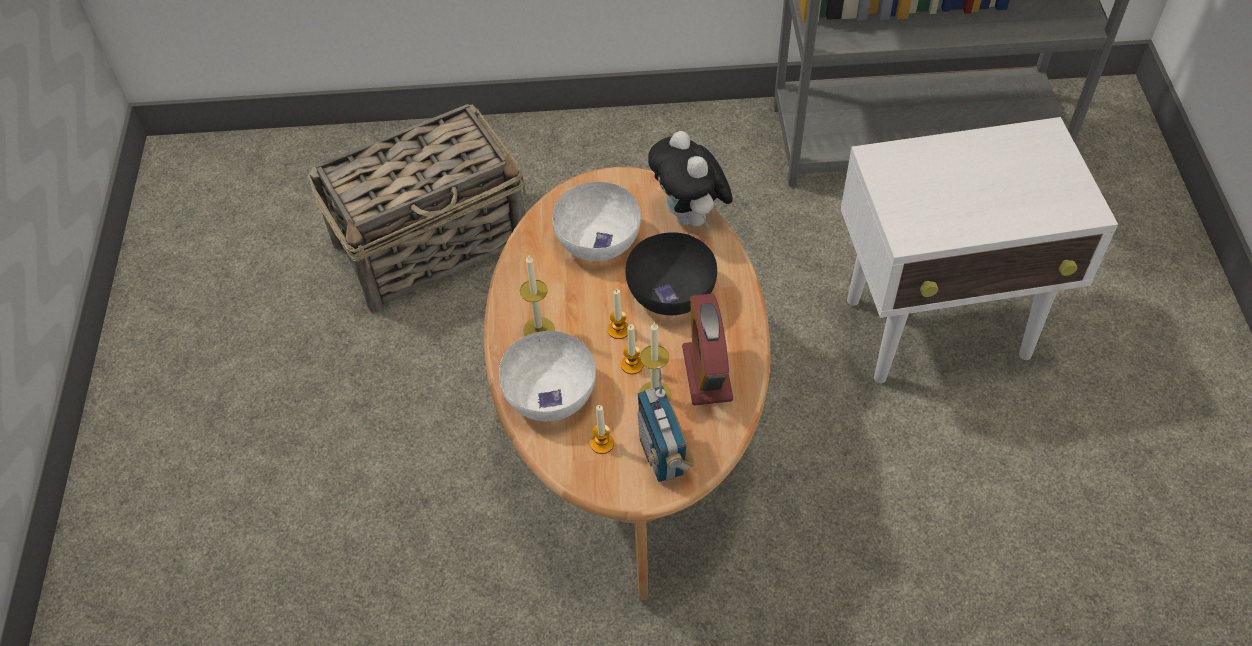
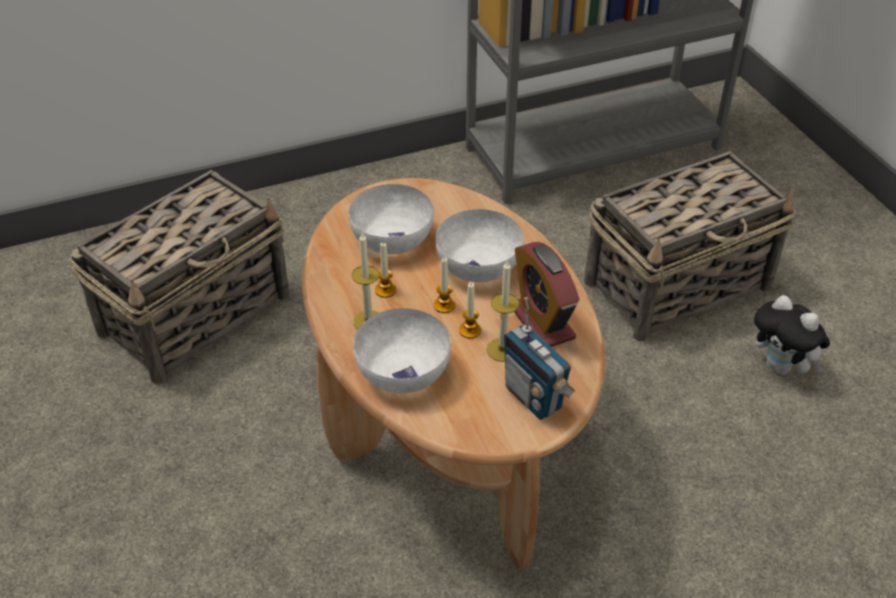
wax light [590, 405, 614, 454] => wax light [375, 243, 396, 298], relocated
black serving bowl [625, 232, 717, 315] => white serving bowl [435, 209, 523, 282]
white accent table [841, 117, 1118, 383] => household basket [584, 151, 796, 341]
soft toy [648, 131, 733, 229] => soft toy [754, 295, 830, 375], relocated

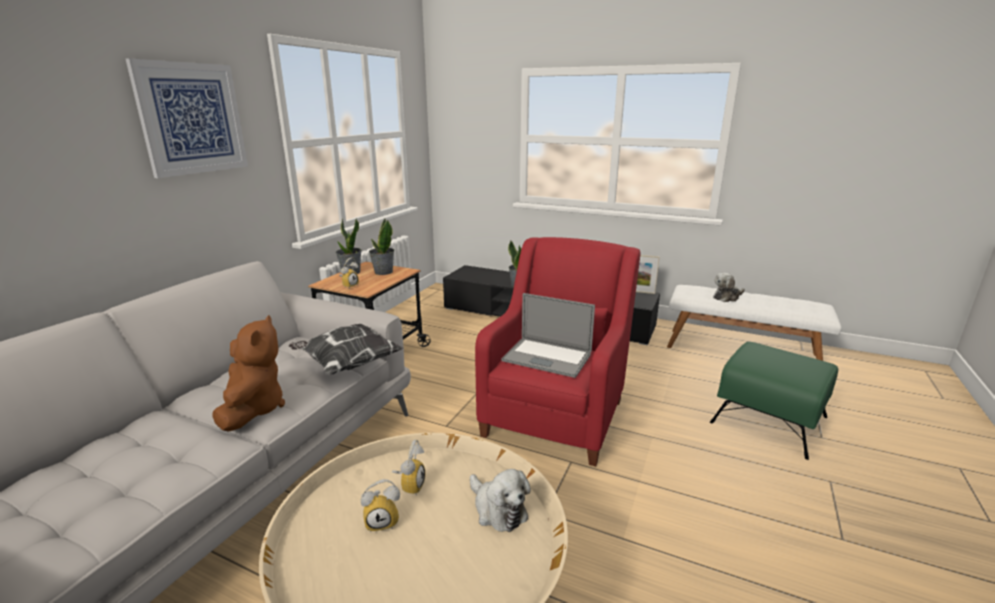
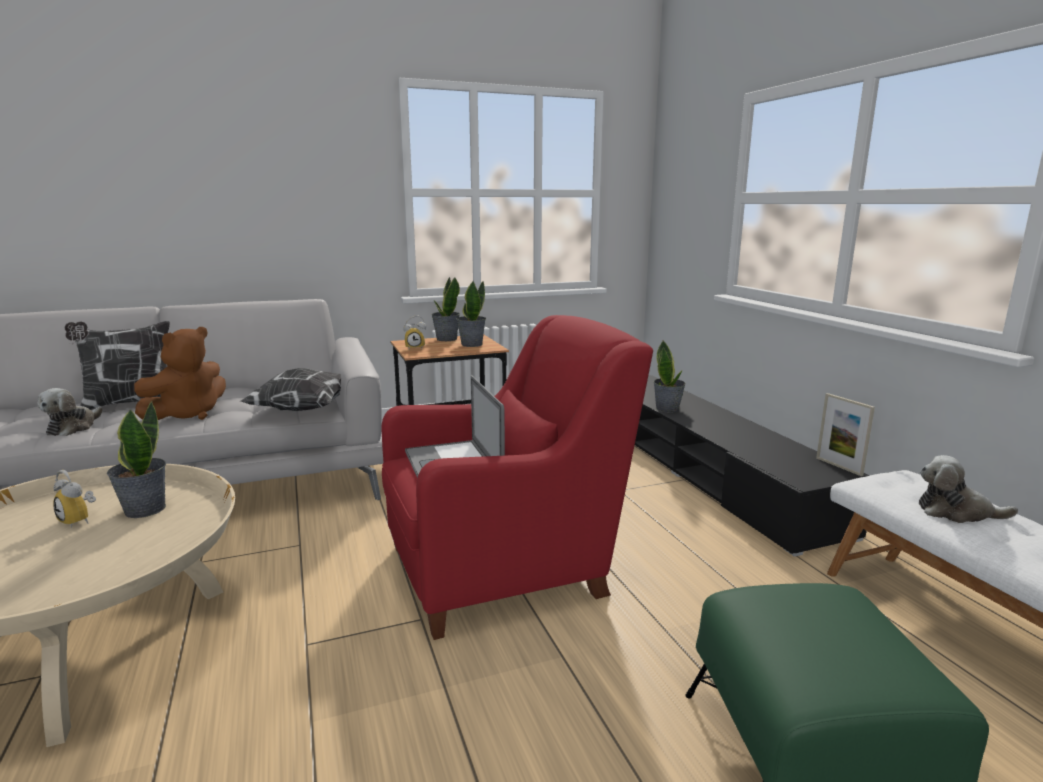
soft toy [470, 469, 531, 532] => soft toy [37, 388, 103, 436], relocated
nothing => pillow [65, 321, 170, 410]
table clock [392, 440, 425, 495] => plant in a pot [107, 401, 166, 518]
picture [126, 58, 248, 178] => nothing

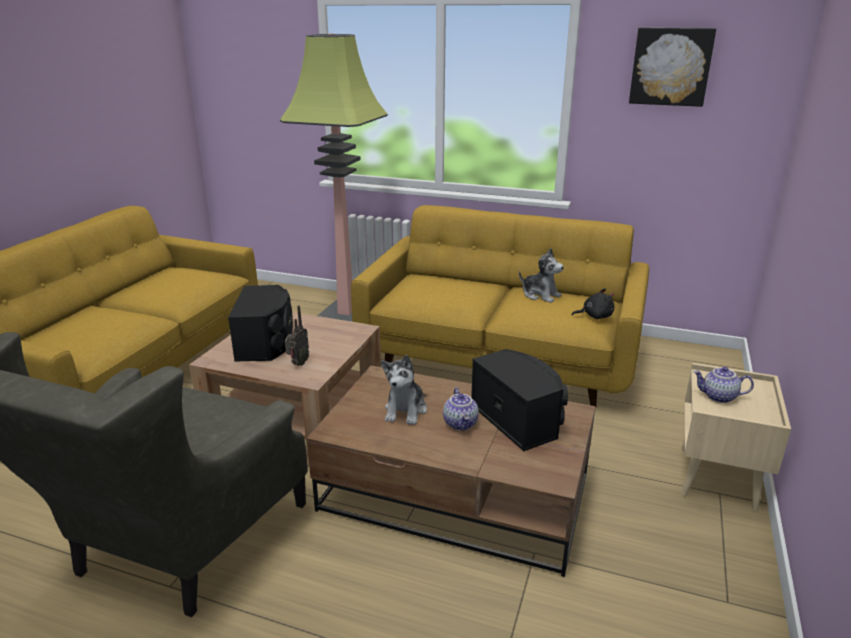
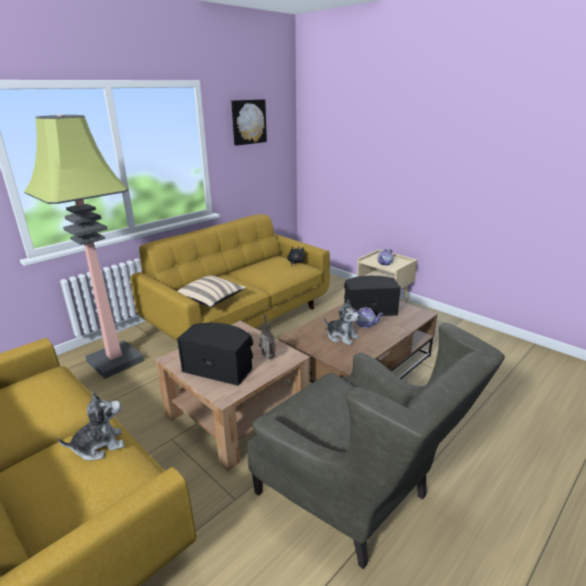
soft toy [519, 248, 564, 303] => soft toy [58, 392, 125, 461], relocated
nothing => beige pillow [178, 275, 246, 307]

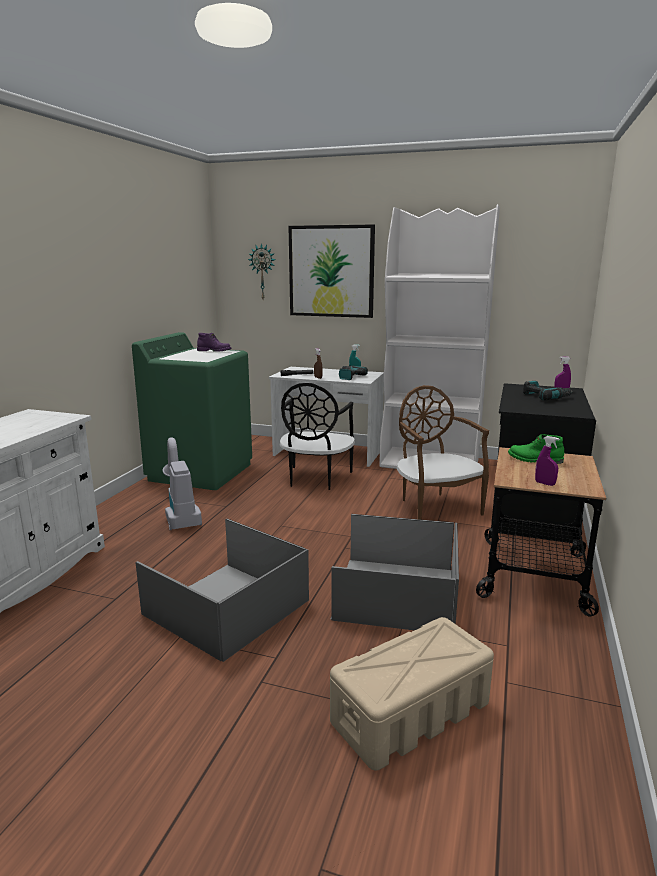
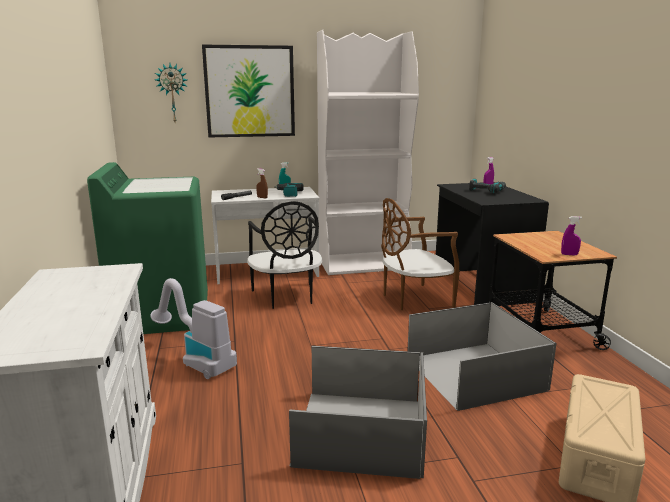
brown-coloured plain chair [397, 385, 489, 520] => brown-coloured plain chair [381, 198, 460, 310], 60 degrees counterclockwise
purple high-top boot [197, 333, 231, 352] => nothing
greenish high-top boot [508, 434, 564, 464] => nothing

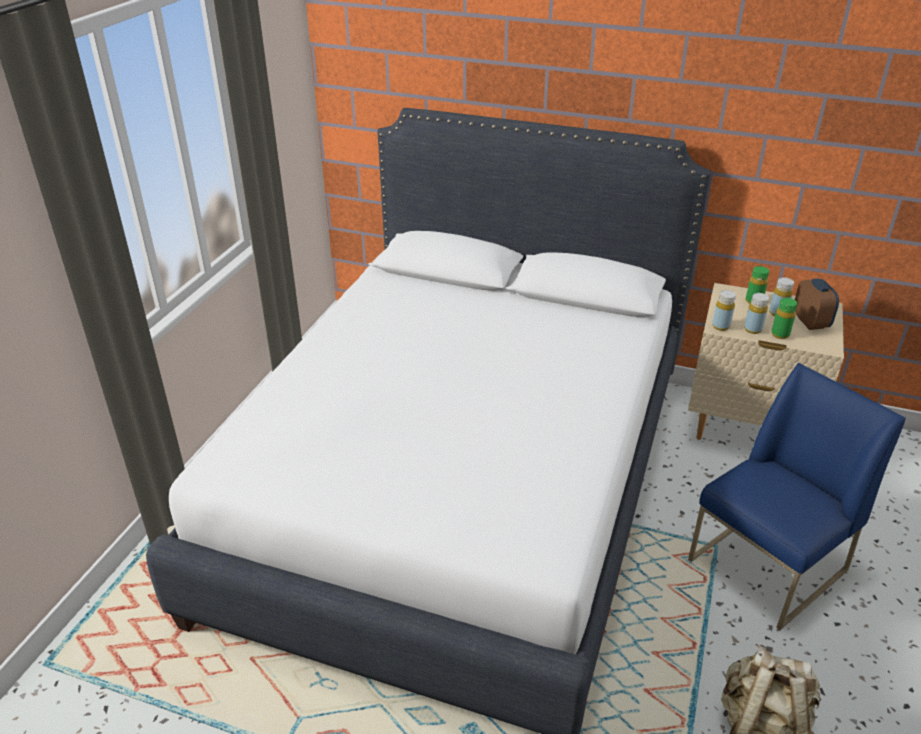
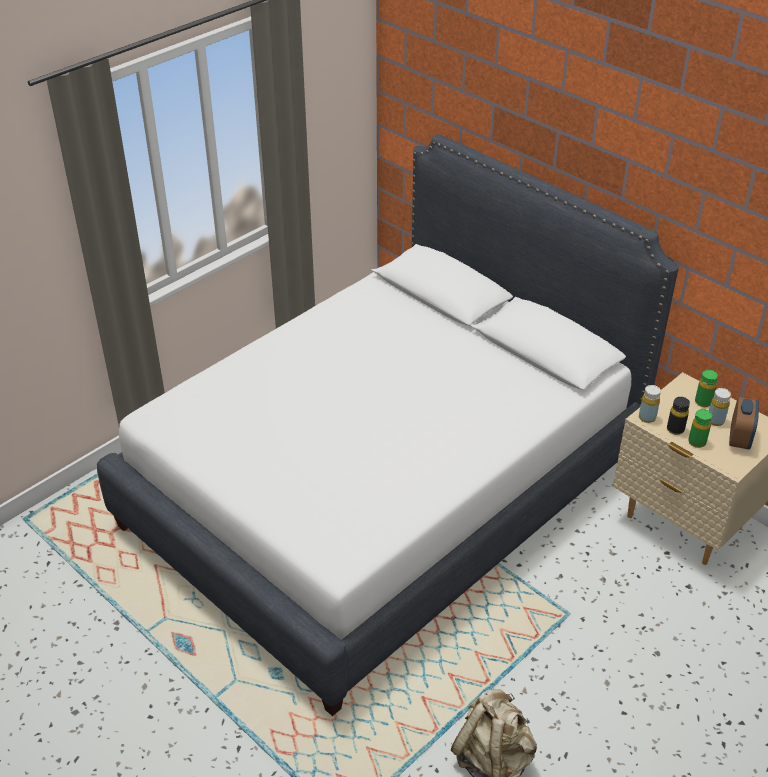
yellow-coloured drink bottle [744, 293, 769, 334] => black drink bottle [667, 397, 690, 435]
blue plain chair [688, 363, 906, 630] => nothing

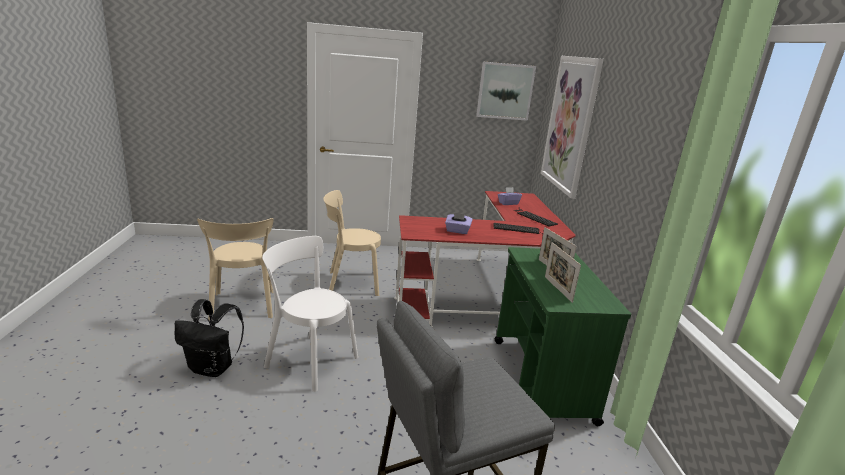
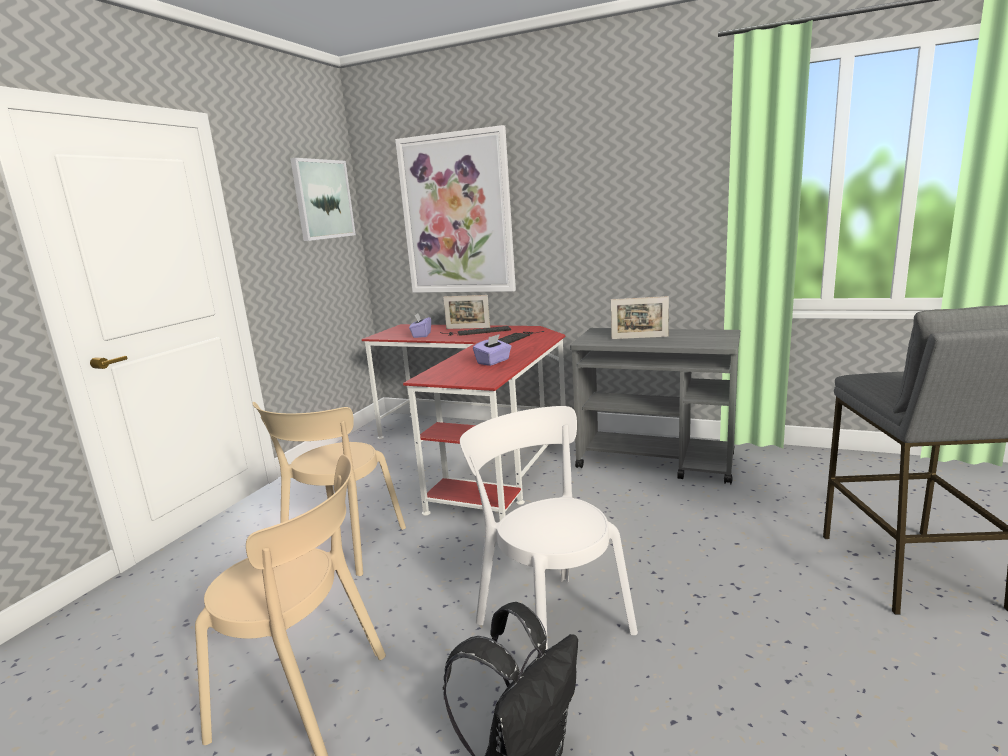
picture frame [545, 242, 581, 303] => picture frame [443, 295, 490, 329], relocated
white plain chair [262, 236, 358, 392] => white plain chair [460, 406, 638, 656], 90 degrees clockwise
greenish trolley [495, 247, 631, 426] => greyish trolley [570, 328, 740, 484]

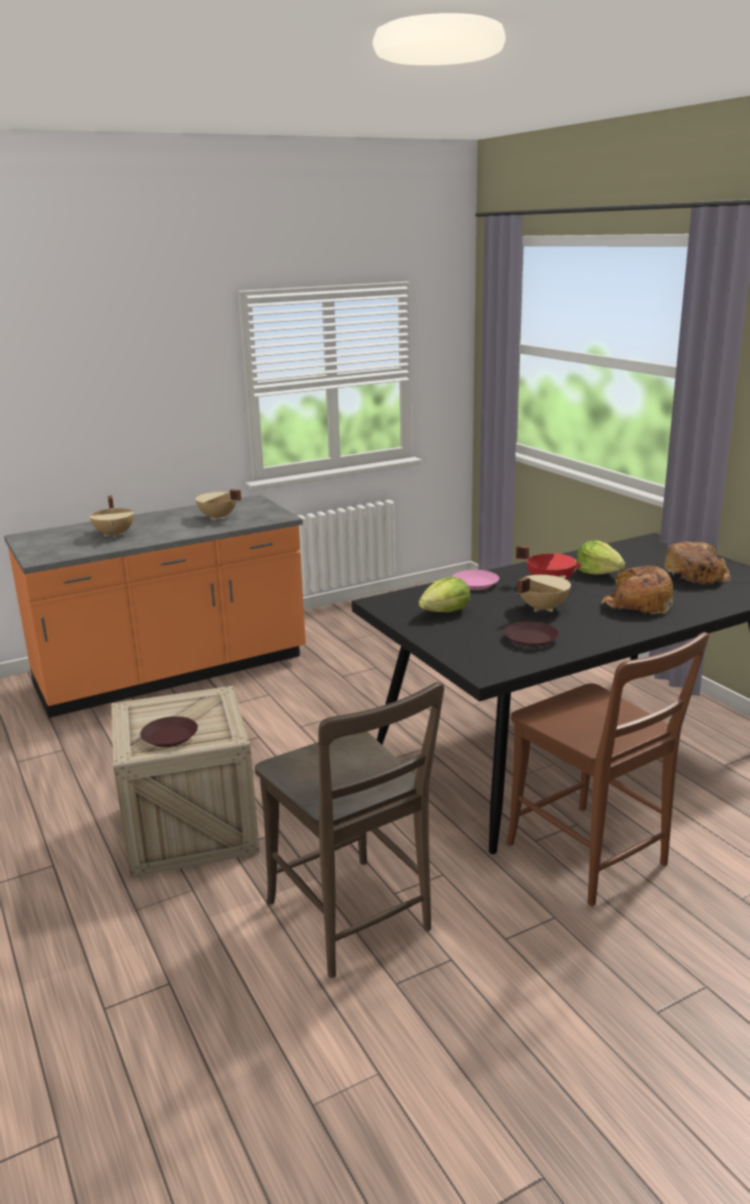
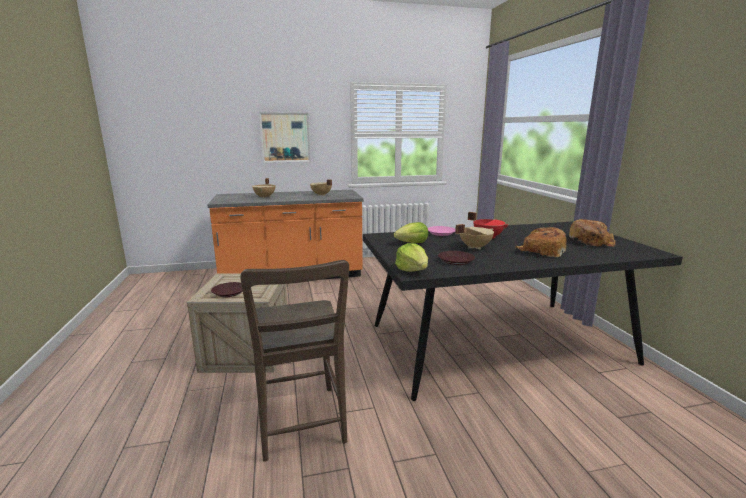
nothing => picture [259, 112, 311, 163]
head of lettuce [576, 540, 625, 575] => head of lettuce [395, 243, 428, 272], relocated
brown-coloured plain chair [506, 632, 709, 906] => nothing

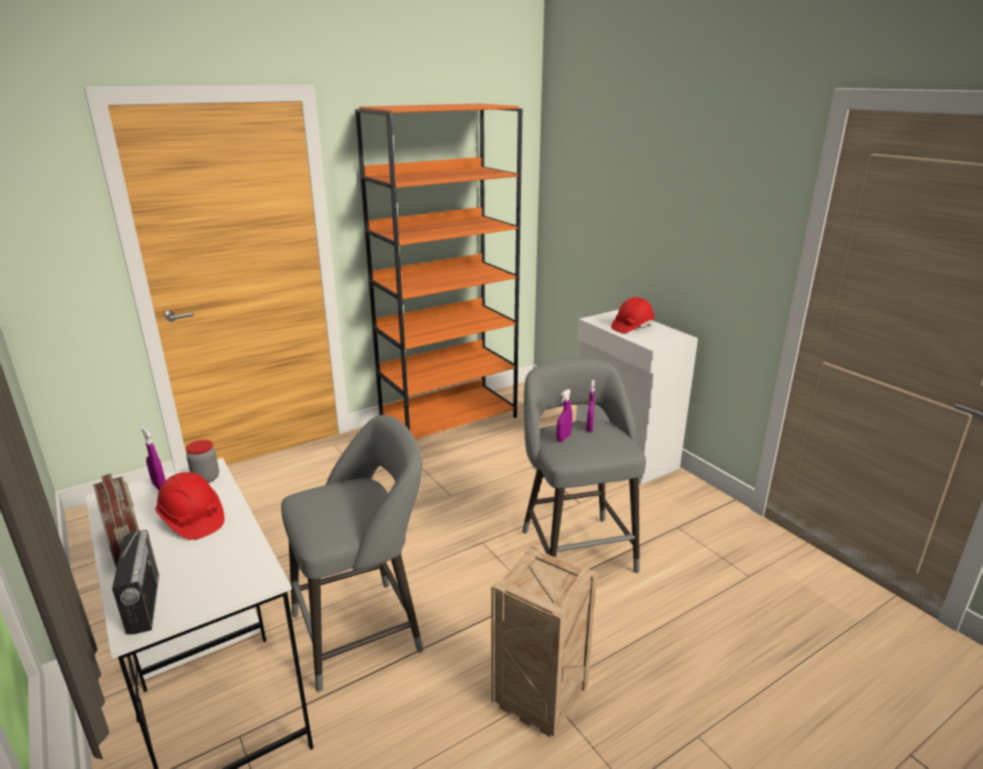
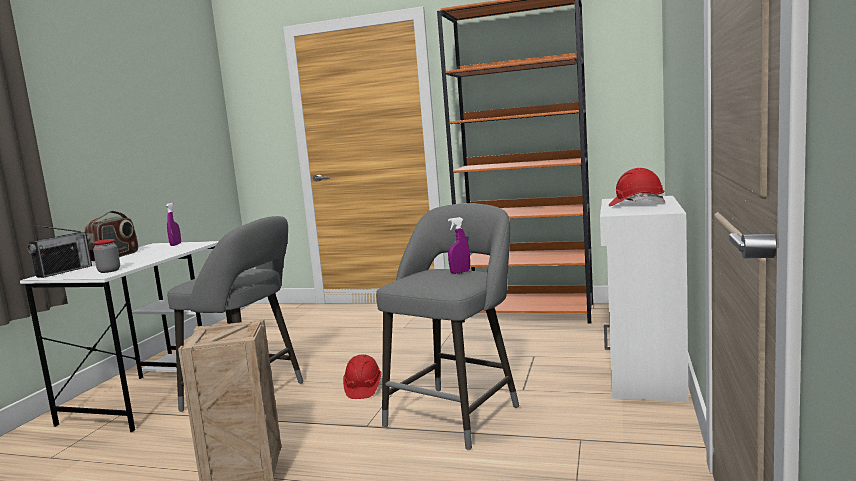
preserve jar [186, 440, 219, 483] => preserve jar [93, 239, 120, 273], relocated
reddish safety helmet [155, 472, 224, 540] => reddish safety helmet [343, 355, 382, 399], relocated
purple spray bottle [556, 389, 572, 442] => nothing

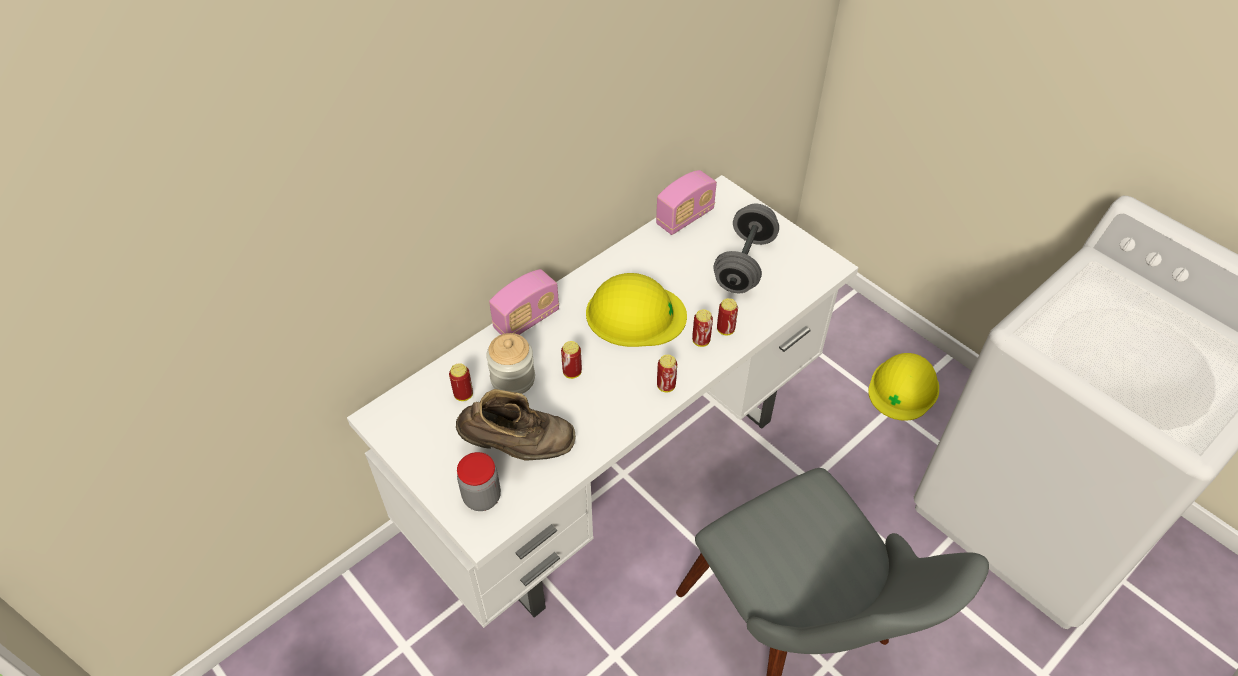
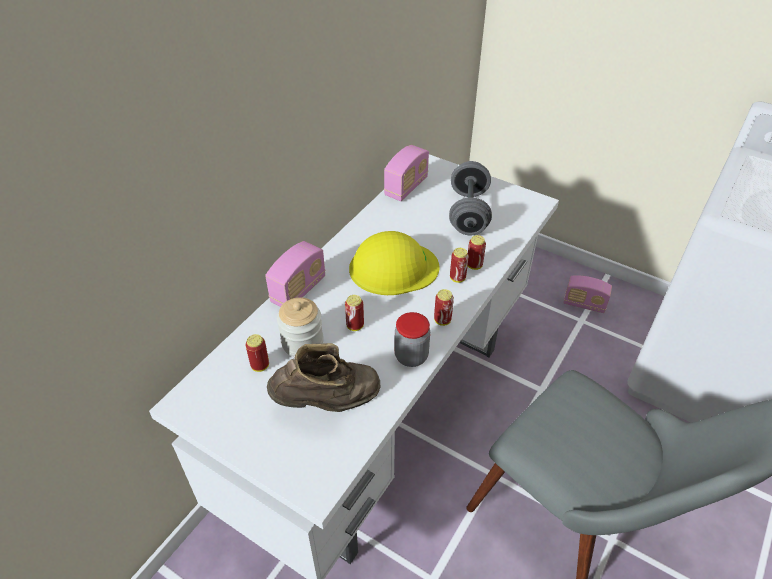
preserve jar [457, 452, 501, 511] => preserve jar [394, 312, 430, 367], relocated
yellow-coloured safety helmet [868, 353, 939, 421] => radio receiver [564, 276, 612, 313]

